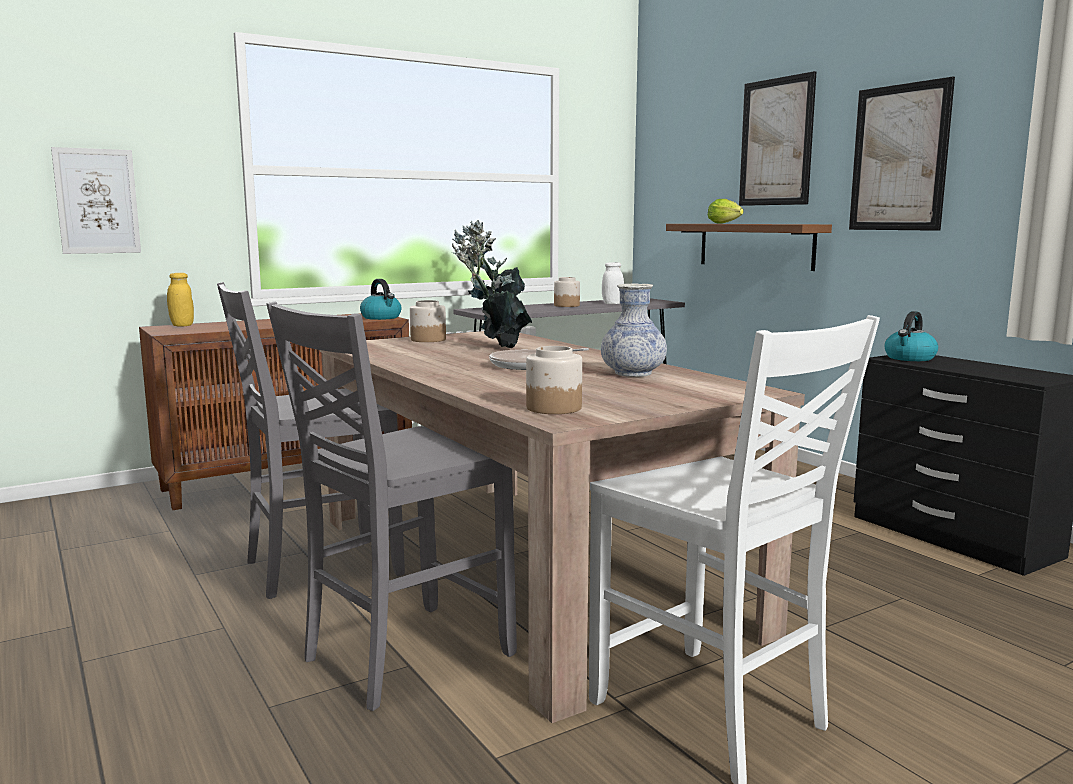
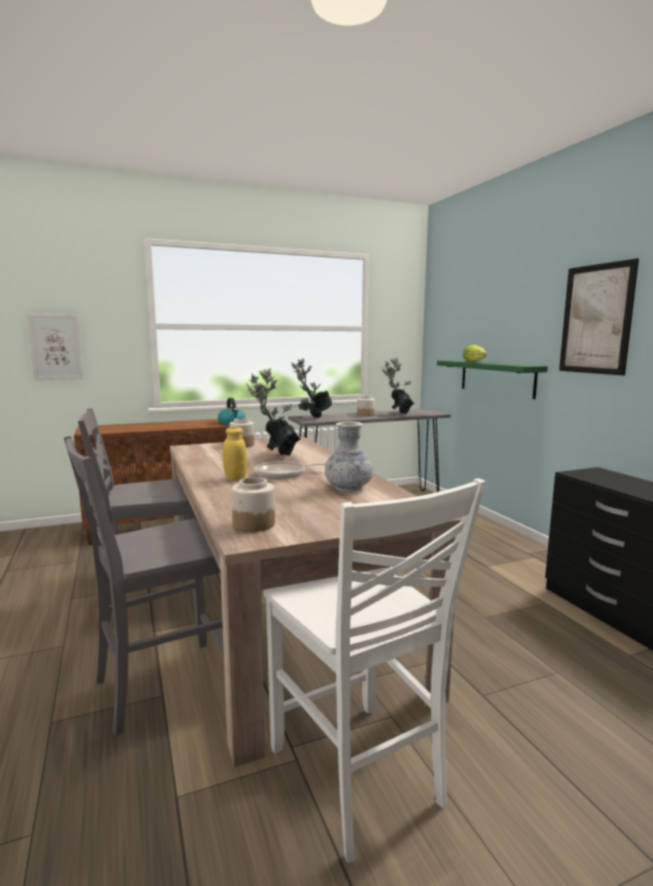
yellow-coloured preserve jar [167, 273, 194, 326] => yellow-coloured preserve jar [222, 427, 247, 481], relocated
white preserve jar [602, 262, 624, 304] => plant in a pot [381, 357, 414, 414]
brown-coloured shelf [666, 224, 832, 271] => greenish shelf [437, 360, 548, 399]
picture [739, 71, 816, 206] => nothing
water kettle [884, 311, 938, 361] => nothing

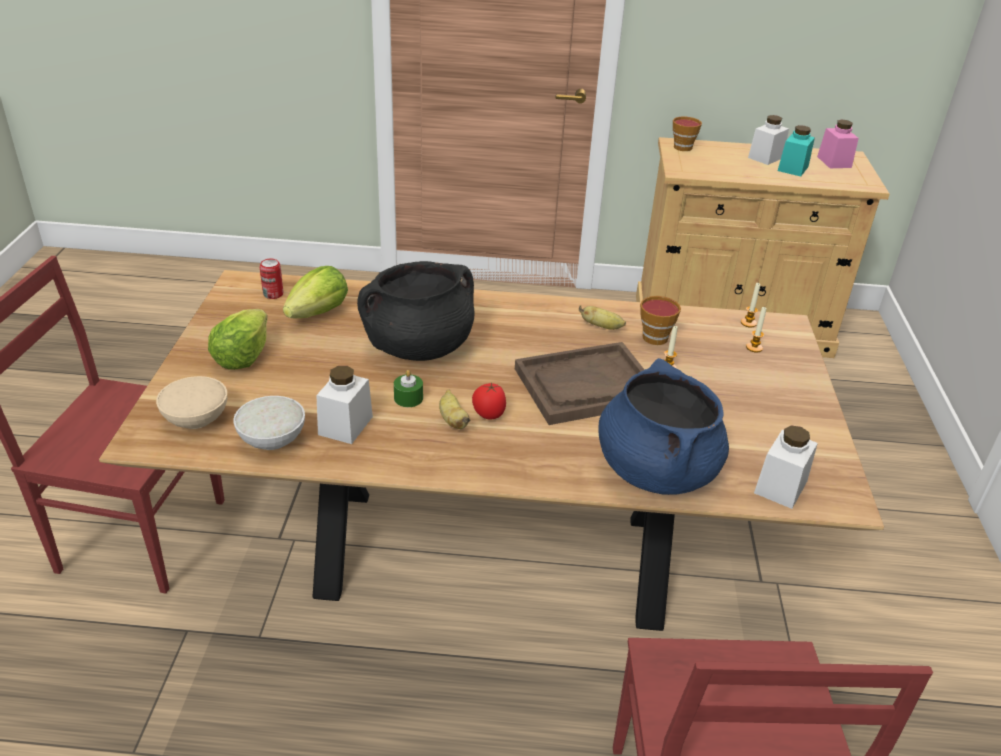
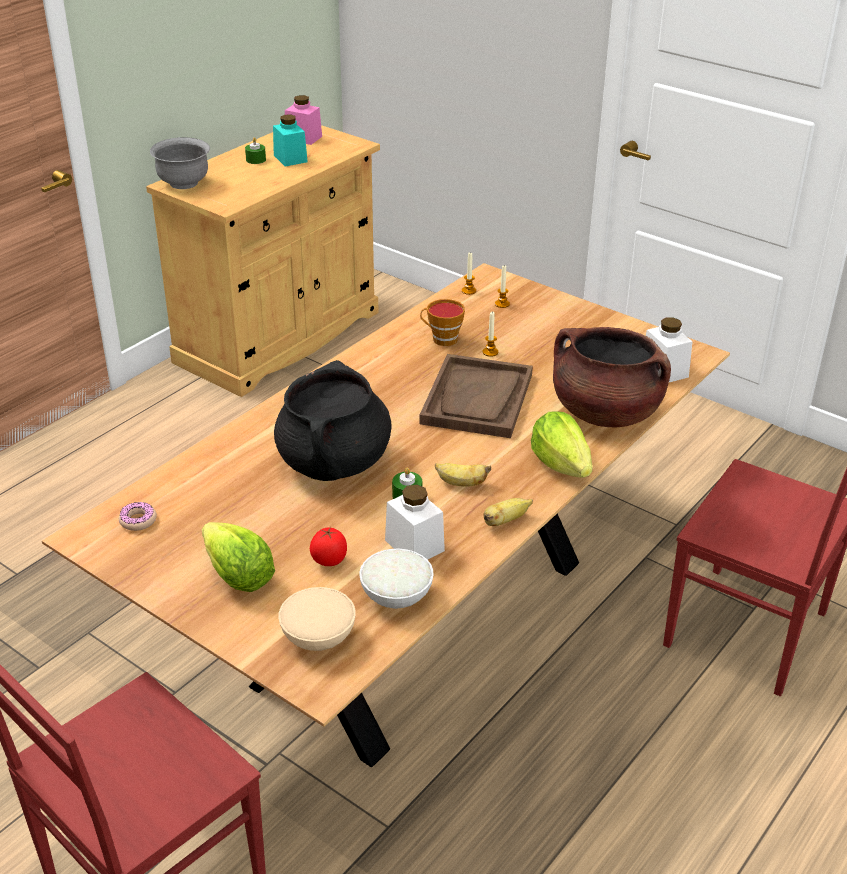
metal can [260, 259, 283, 299] => ring doughnut [119, 502, 157, 531]
drinking cup [673, 117, 702, 151] => greyish serving bowl [150, 137, 210, 189]
white preserve jar [748, 115, 789, 165] => greenish wax light [245, 137, 266, 164]
tomato [472, 382, 506, 419] => tomato [310, 527, 347, 566], relocated
banana [579, 305, 626, 330] => banana [483, 498, 533, 526], relocated
head of lettuce [283, 266, 348, 318] => head of lettuce [531, 411, 593, 478], relocated
blue saucepot [598, 358, 729, 495] => brown-coloured saucepot [553, 327, 671, 427]

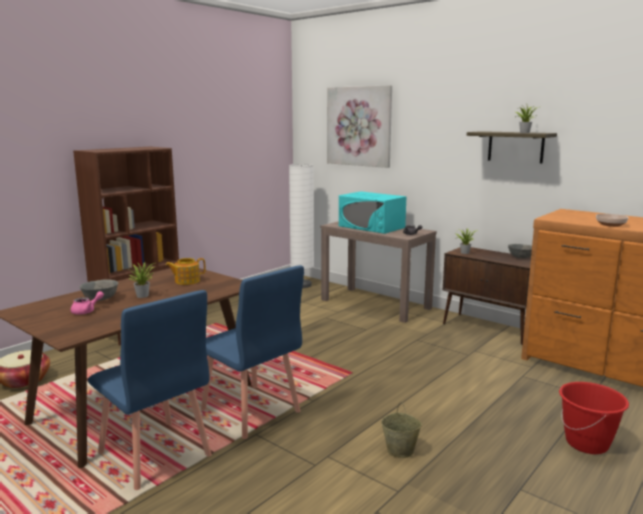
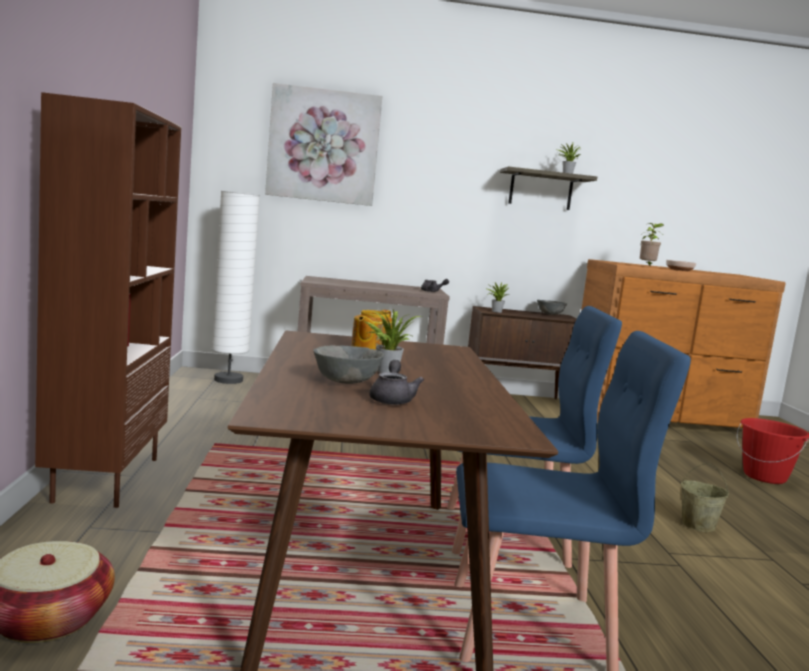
pinkish tea pot [71, 291, 104, 315] => greyish tea pot [369, 360, 424, 405]
nothing => plant in a pot [640, 223, 664, 267]
turquoise microwave [339, 191, 406, 234] => nothing

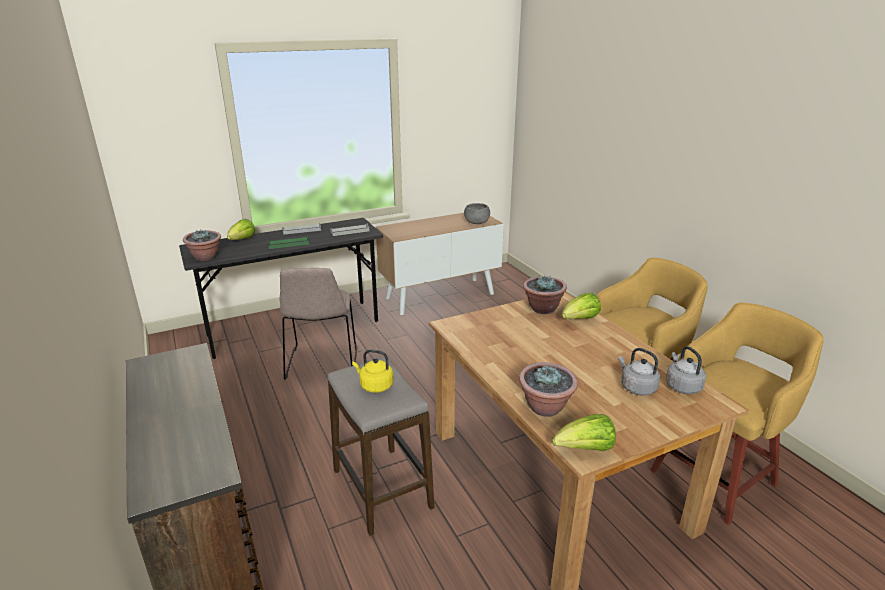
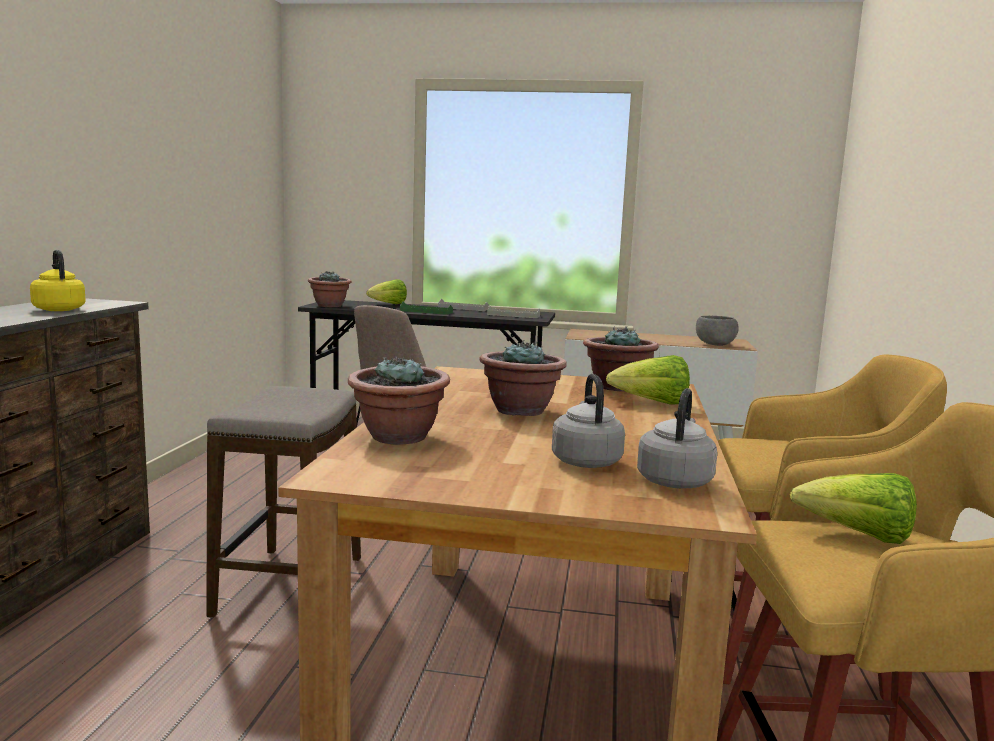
yellow-coloured water kettle [352, 349, 393, 393] => yellow-coloured water kettle [30, 250, 86, 311], relocated
nothing => plant in a pot [479, 340, 567, 416]
head of lettuce [552, 414, 616, 451] => head of lettuce [790, 473, 917, 544], relocated

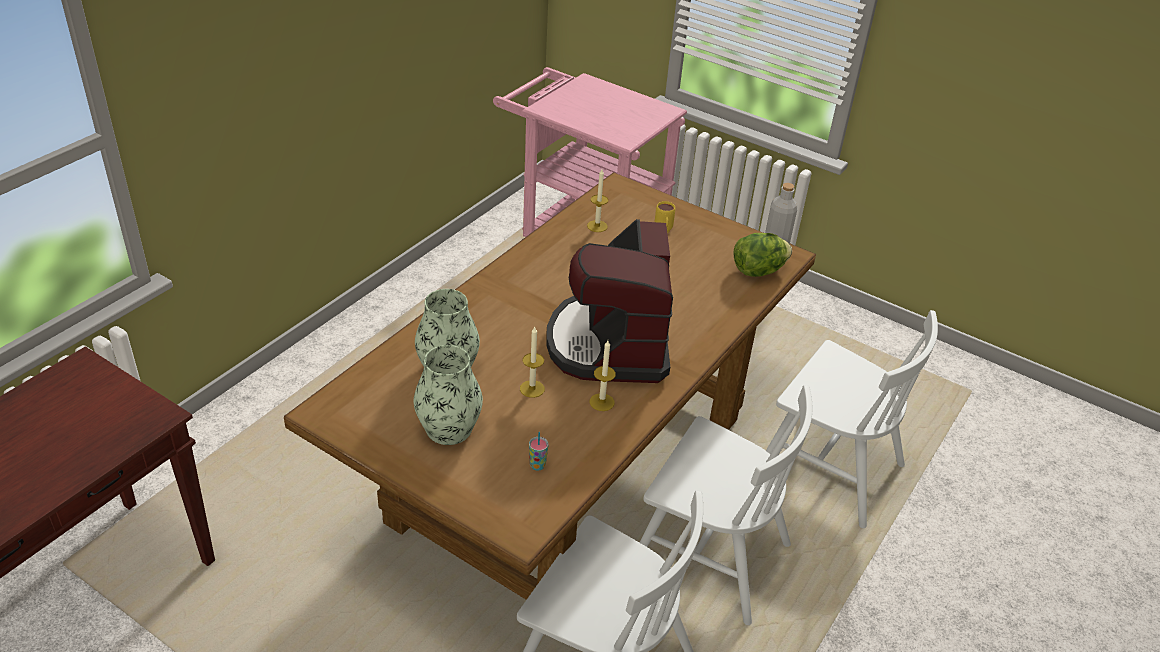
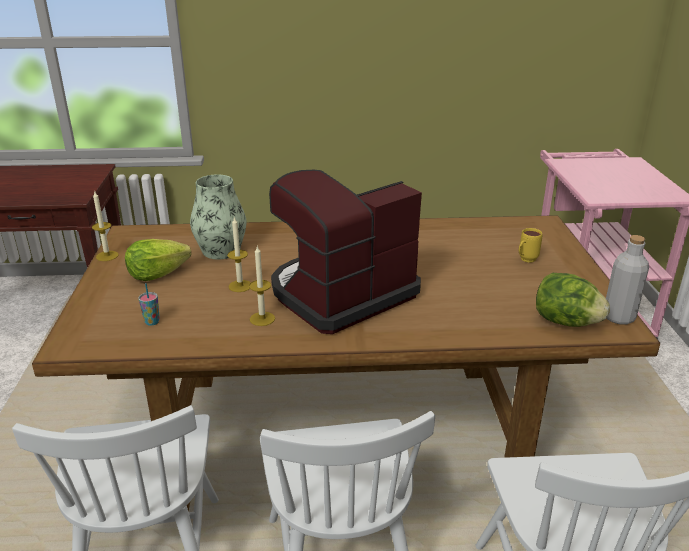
wax light [587, 169, 608, 232] => wax light [92, 190, 119, 261], relocated
vase [414, 345, 483, 445] => head of lettuce [125, 239, 191, 281]

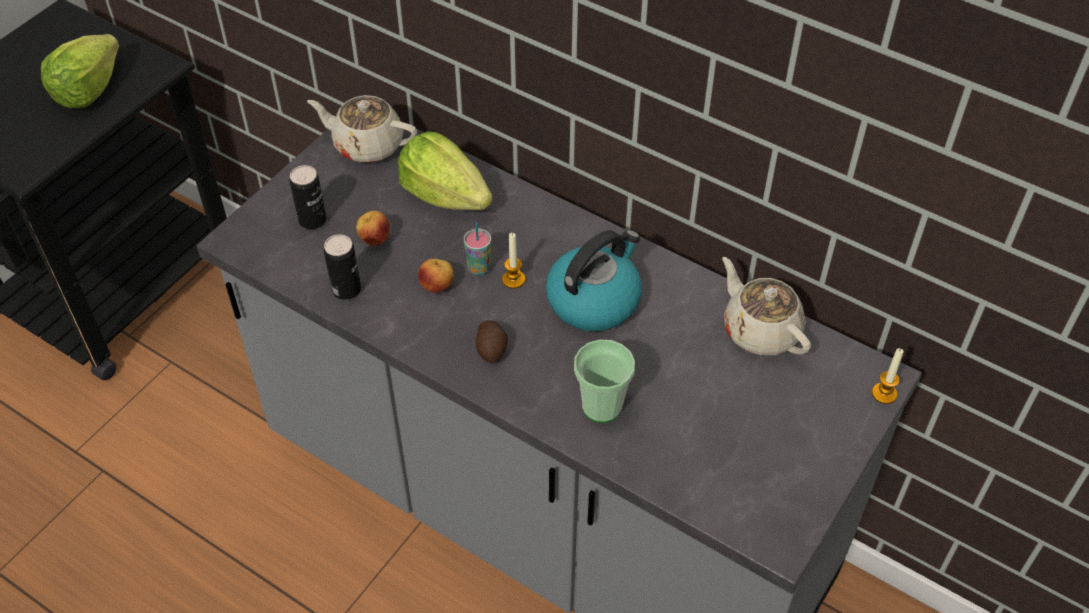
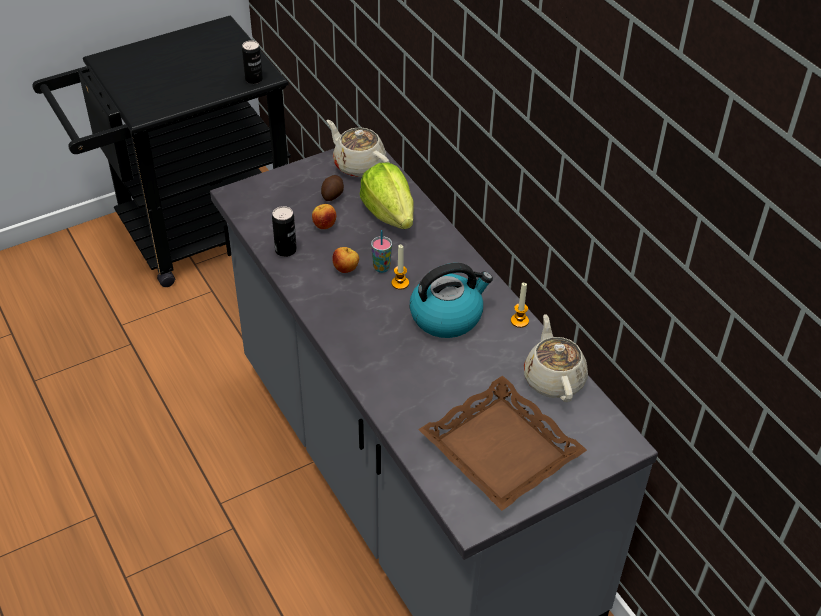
metal can [290, 165, 326, 229] => metal can [242, 40, 263, 84], relocated
whole potato [475, 320, 508, 363] => whole potato [321, 175, 344, 201], relocated
nothing => brown-coloured serving tray [418, 375, 587, 511]
wax light [872, 348, 904, 404] => wax light [511, 282, 529, 328], relocated
head of lettuce [41, 34, 119, 109] => nothing
drinking cup [574, 340, 635, 423] => nothing

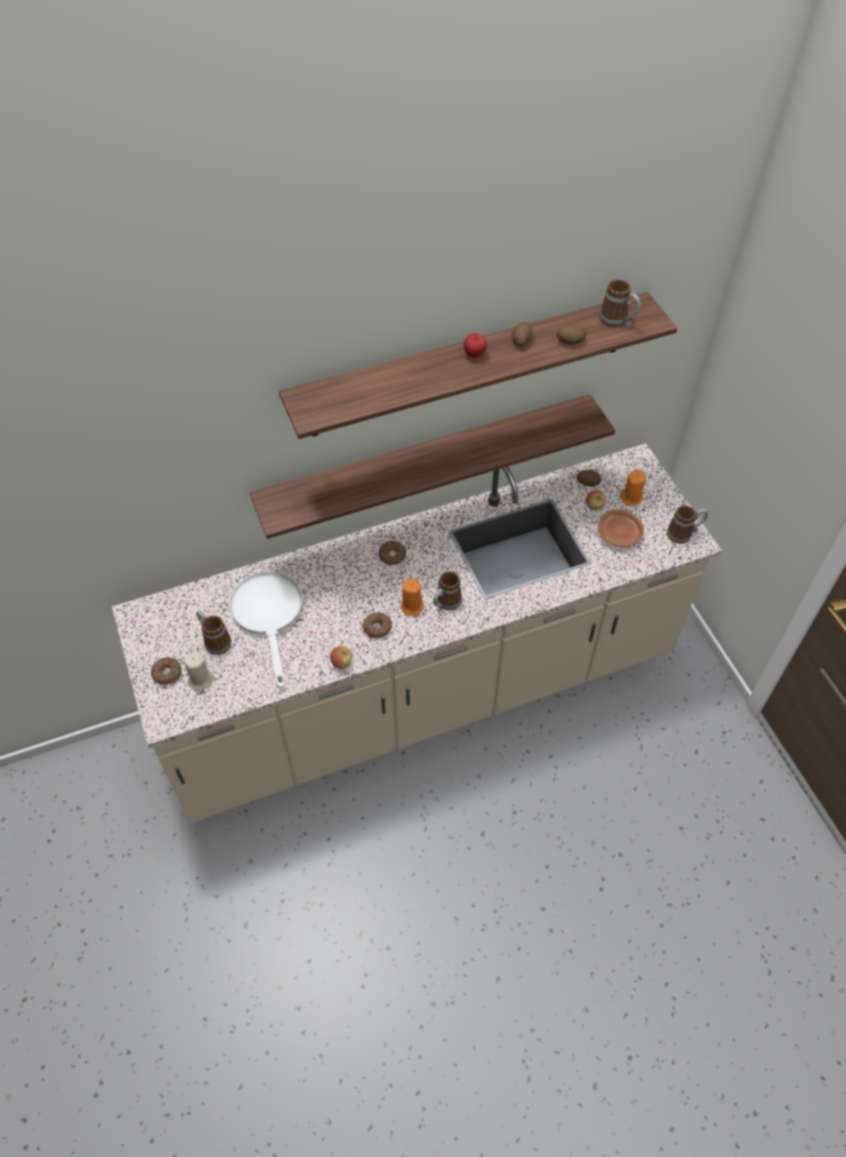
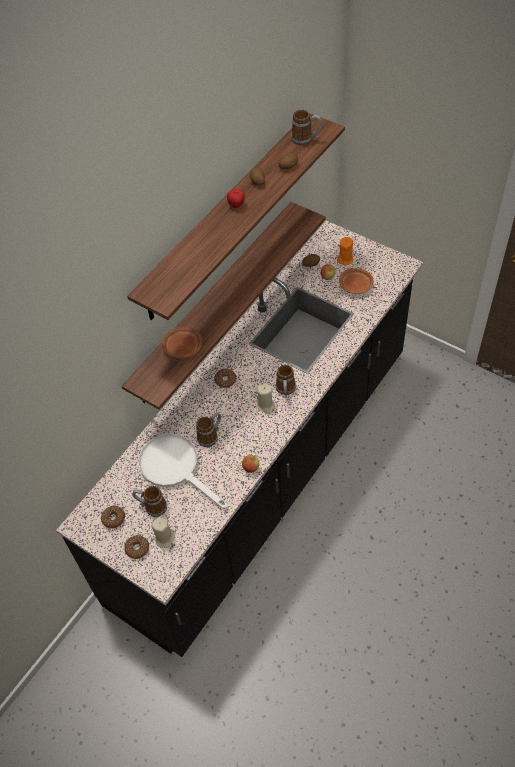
beige kitchen base unit [112, 443, 722, 823] => black kitchen base unit [56, 221, 423, 657]
ring doughnut [363, 612, 392, 638] => ring doughnut [101, 506, 125, 529], relocated
nothing => brown-coloured dinner plate [162, 327, 203, 359]
tea mug [667, 505, 708, 544] => tea mug [196, 412, 221, 447], relocated
orange-coloured wax light [400, 578, 424, 617] => beige wax light [257, 383, 275, 413]

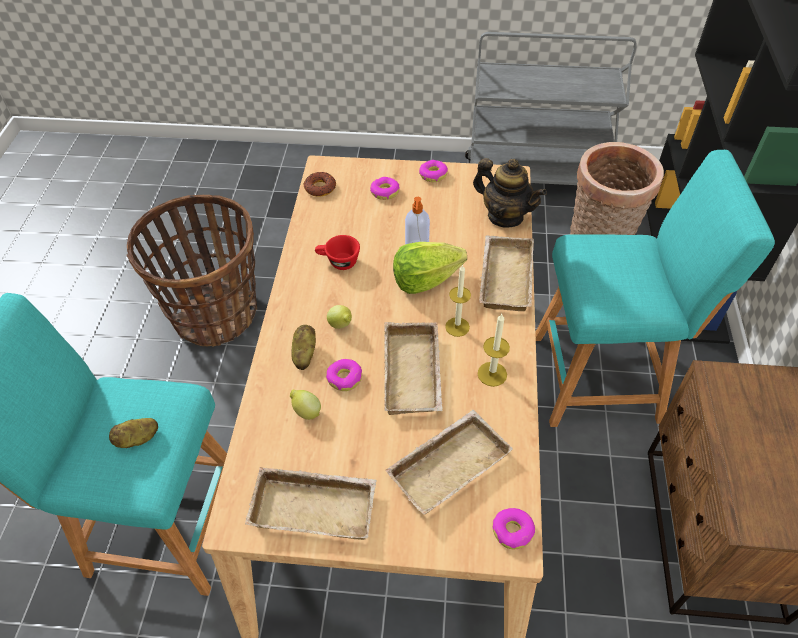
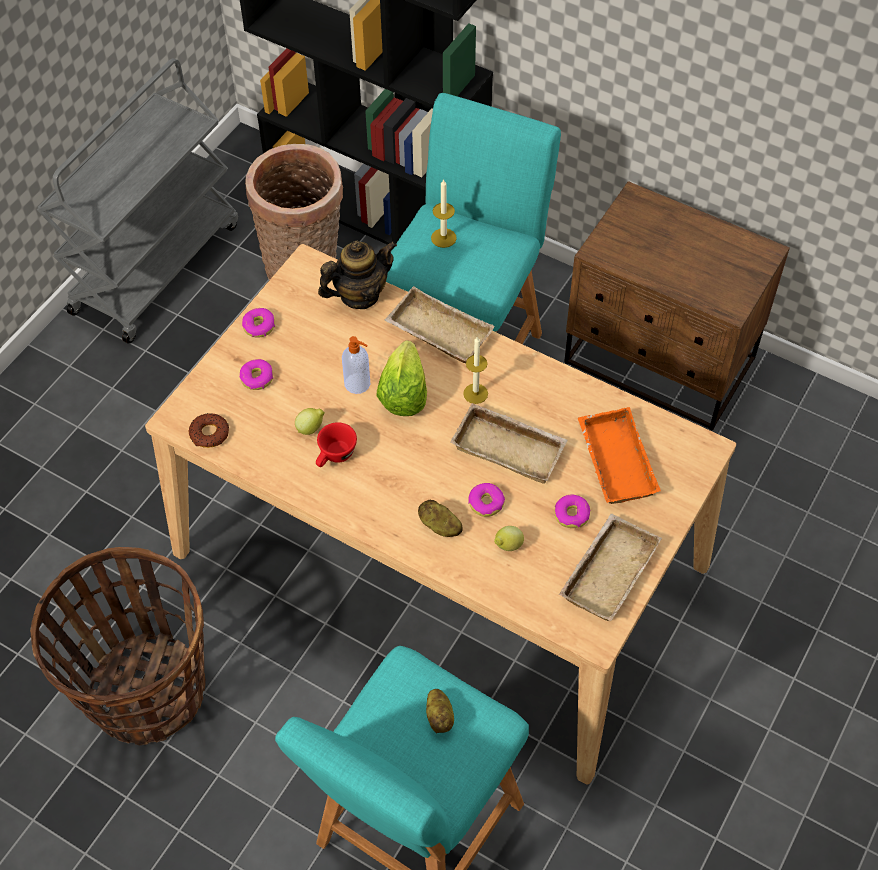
citrus fruit [327, 305, 352, 329] => citrus fruit [295, 408, 325, 435], relocated
wax light [478, 314, 510, 387] => wax light [431, 179, 457, 248], relocated
ring doughnut [492, 508, 535, 549] => ring doughnut [554, 495, 590, 528], relocated
beige serving tray [385, 410, 513, 515] => orange-coloured serving tray [577, 407, 661, 504]

